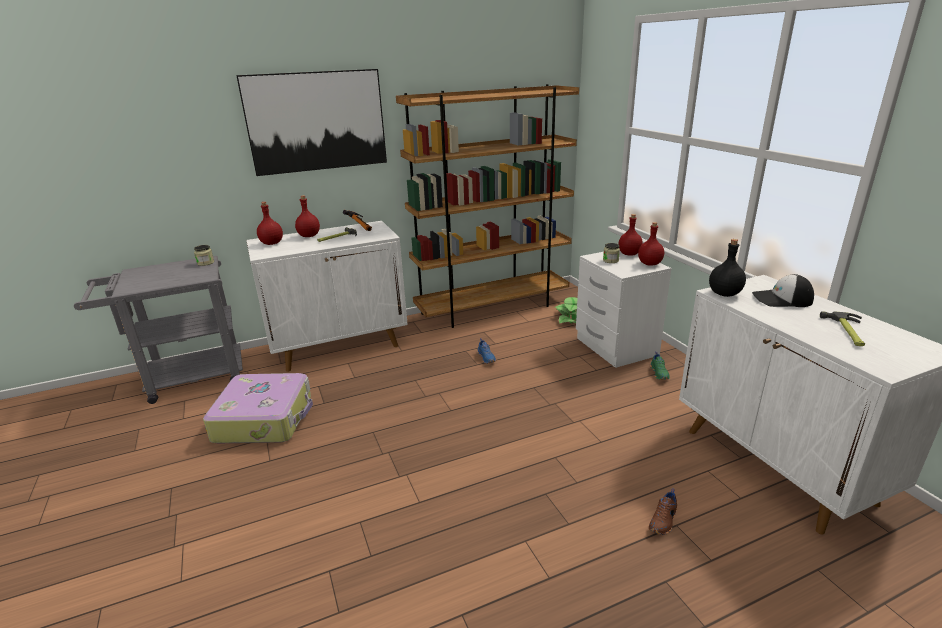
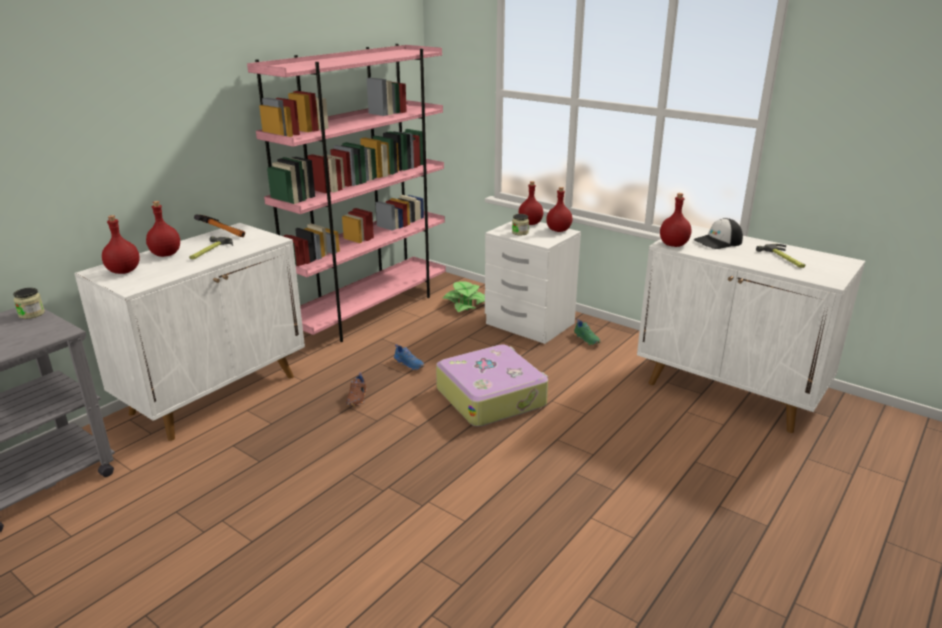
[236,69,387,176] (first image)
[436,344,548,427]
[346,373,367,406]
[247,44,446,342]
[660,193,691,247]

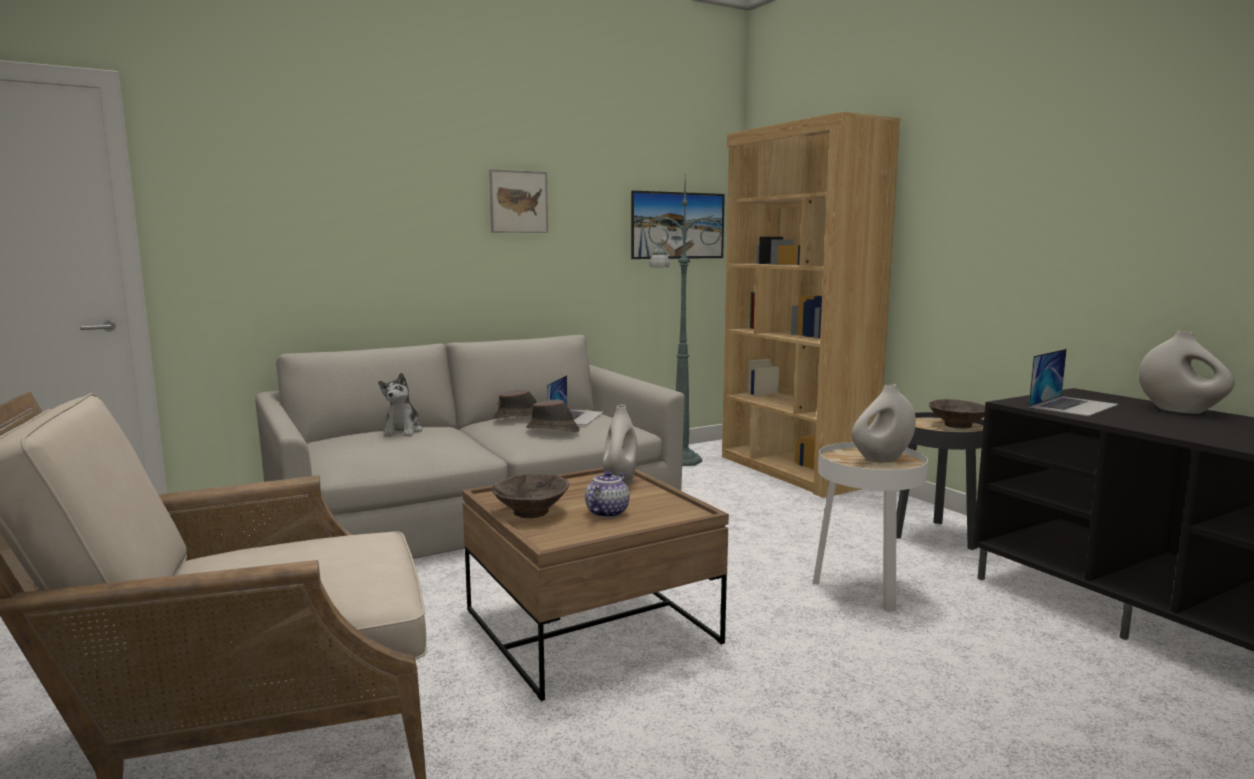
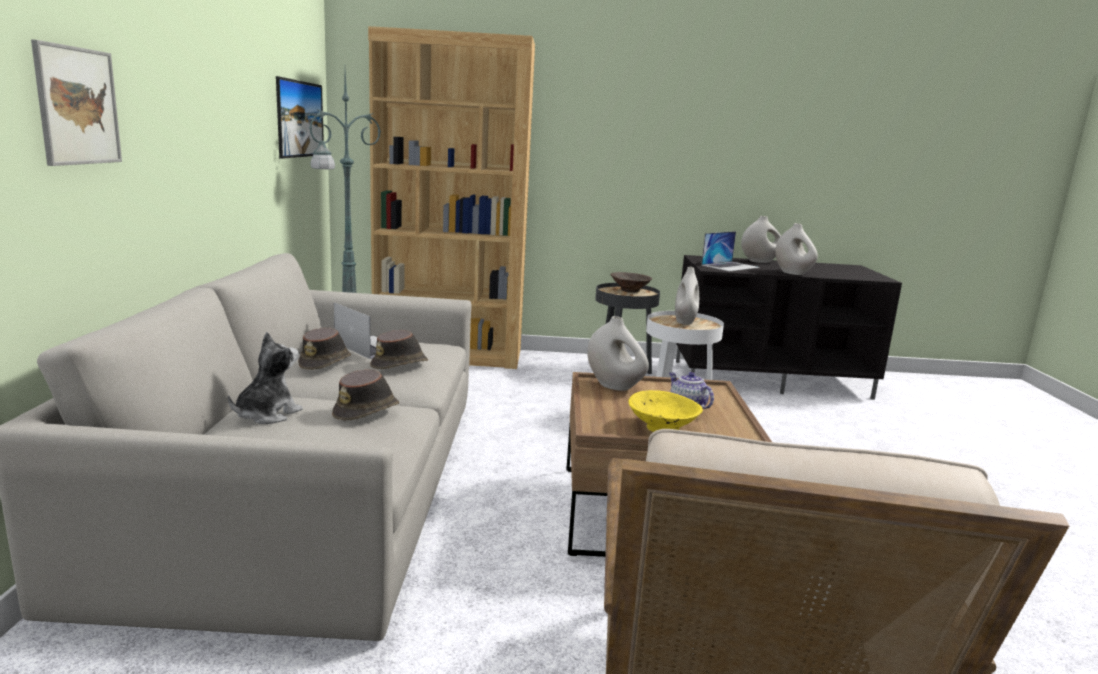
[332,369,399,421]
[775,223,818,275]
[31,39,122,166]
[628,390,703,432]
[228,332,303,424]
[701,231,760,272]

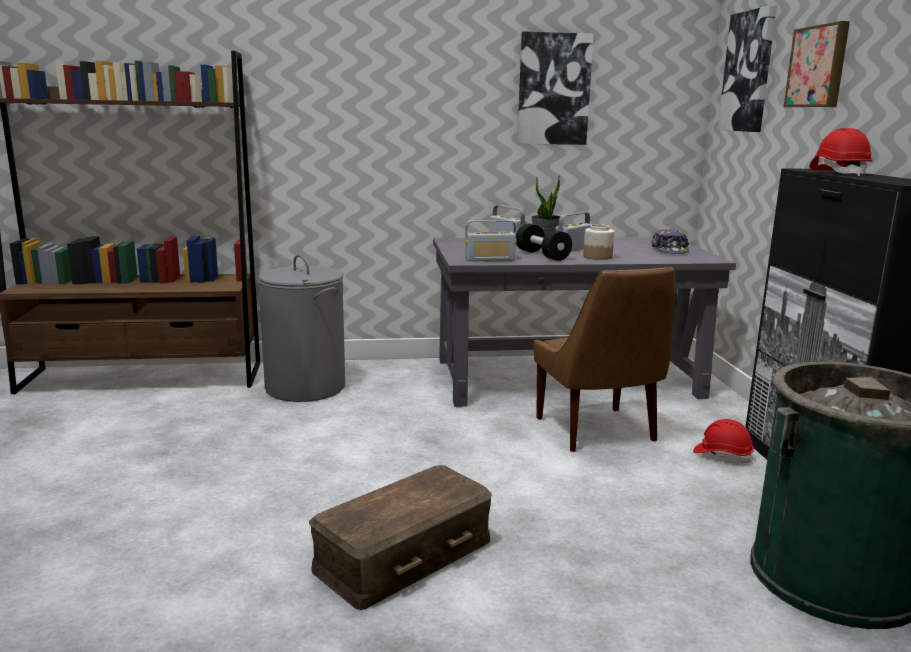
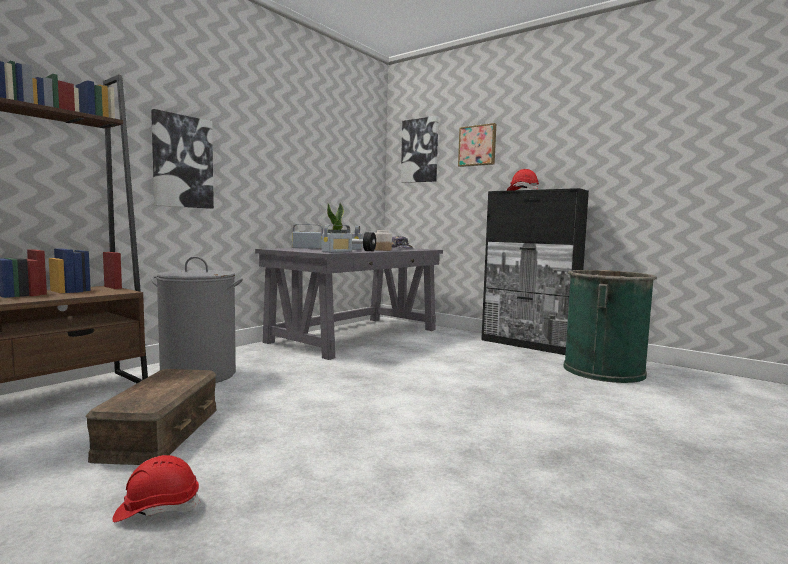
[533,267,674,452] (first image)
[86,369,217,465]
[151,109,214,209]
[112,455,201,522]

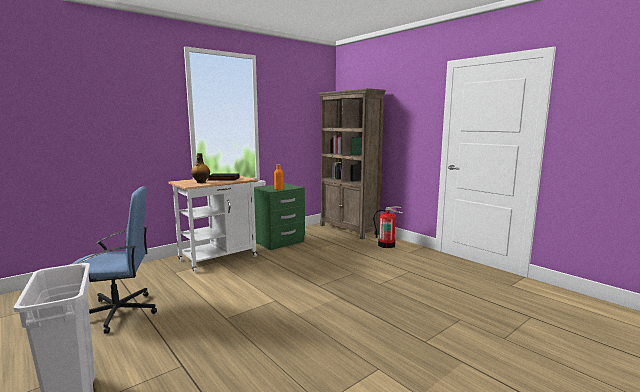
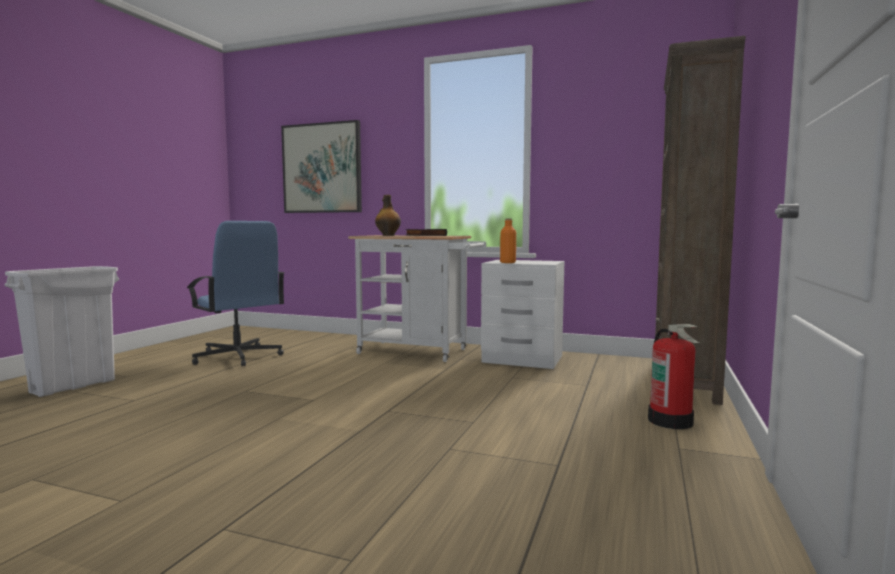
[281,120,362,213]
[481,260,564,369]

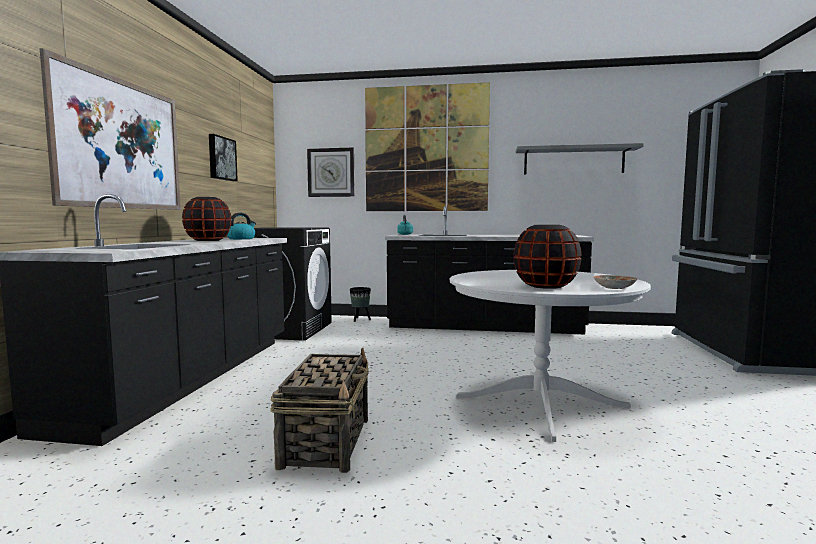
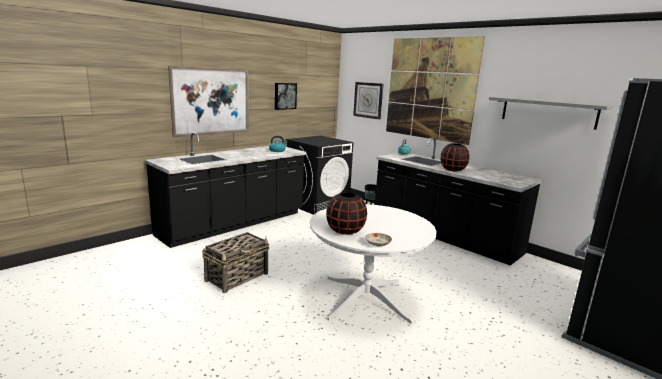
[440,143,469,171]

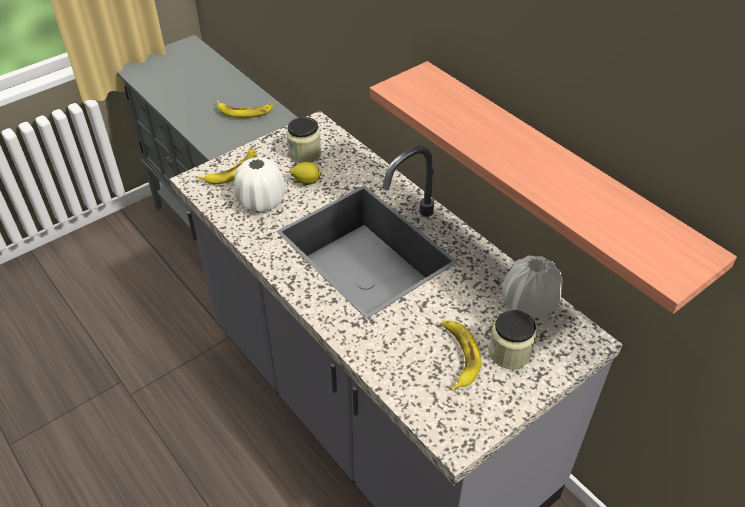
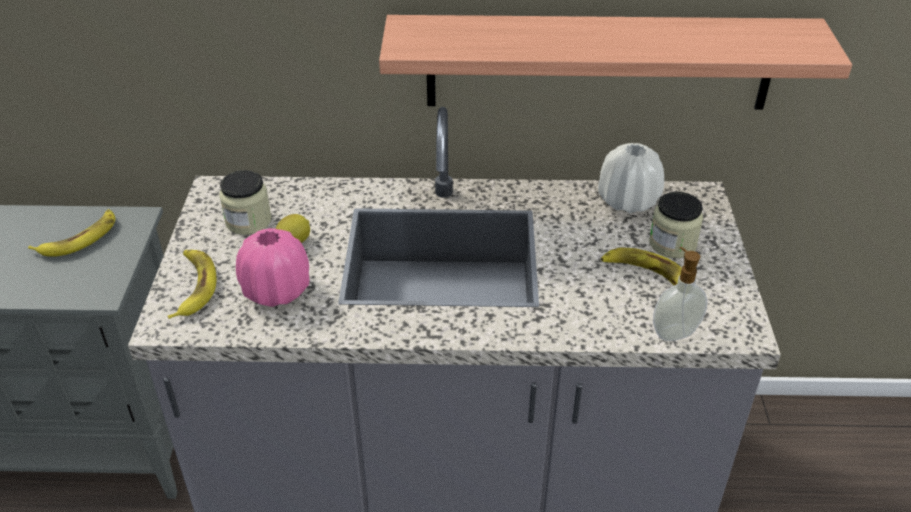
[653,247,708,341]
[236,228,310,307]

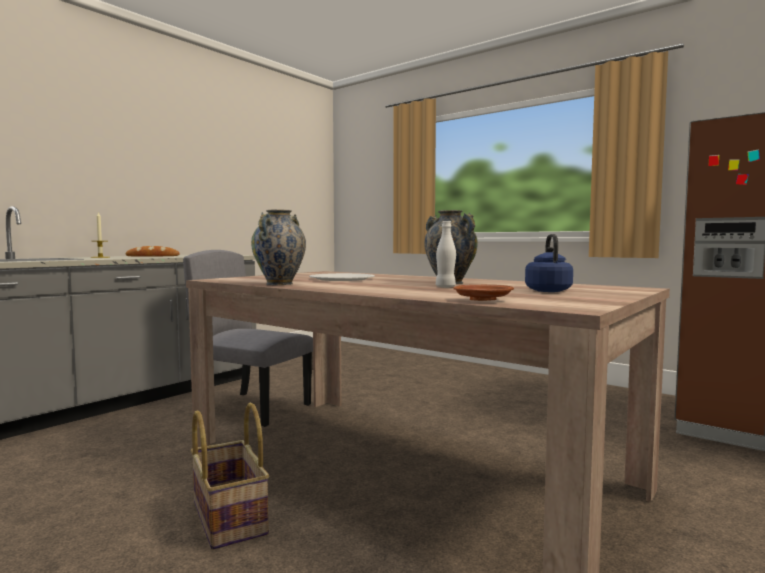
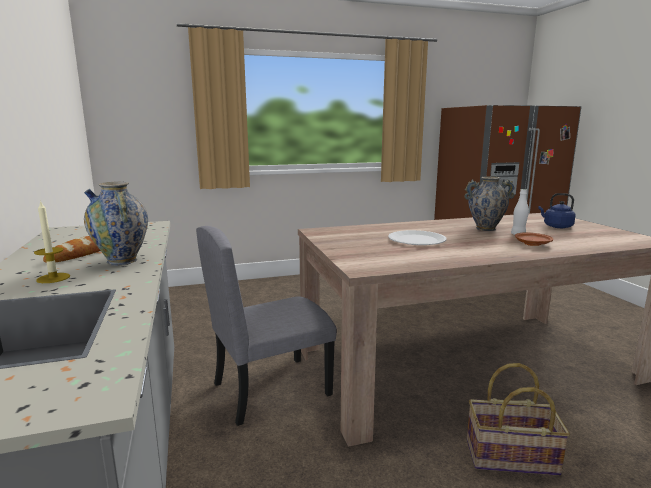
[84,182,148,266]
[515,232,553,246]

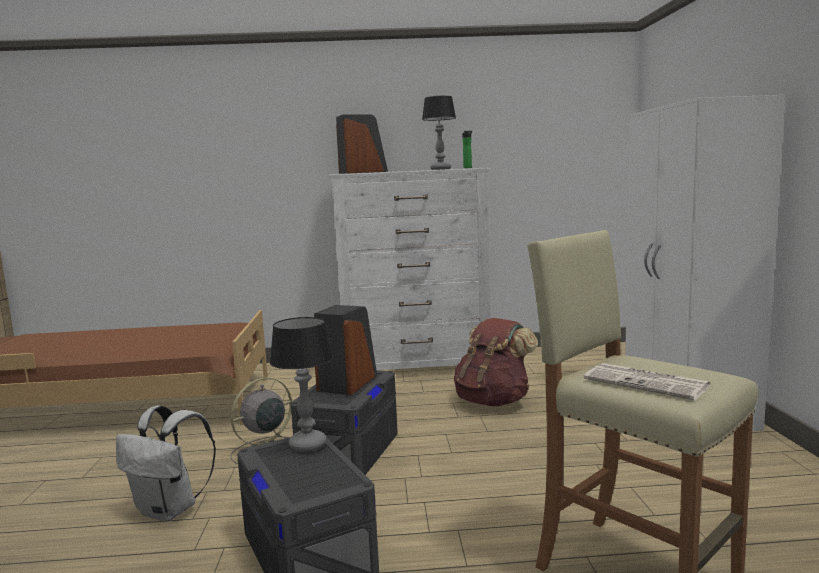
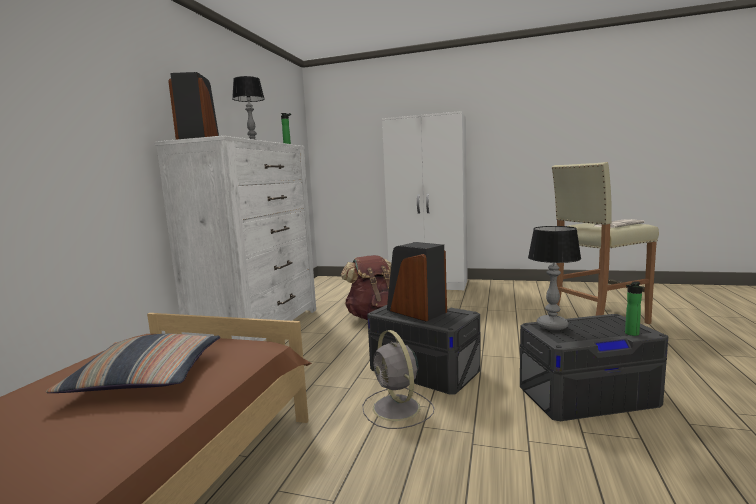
[116,406,216,521] (first image)
[46,334,220,393]
[625,281,642,336]

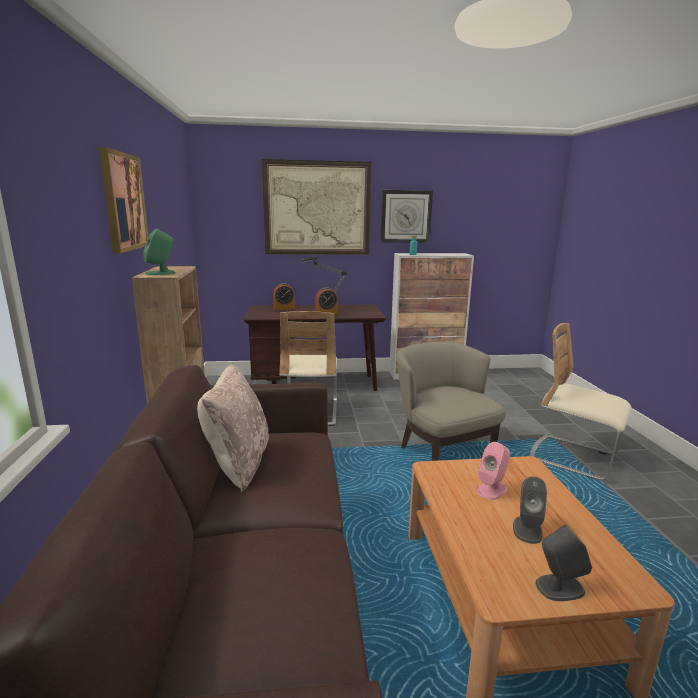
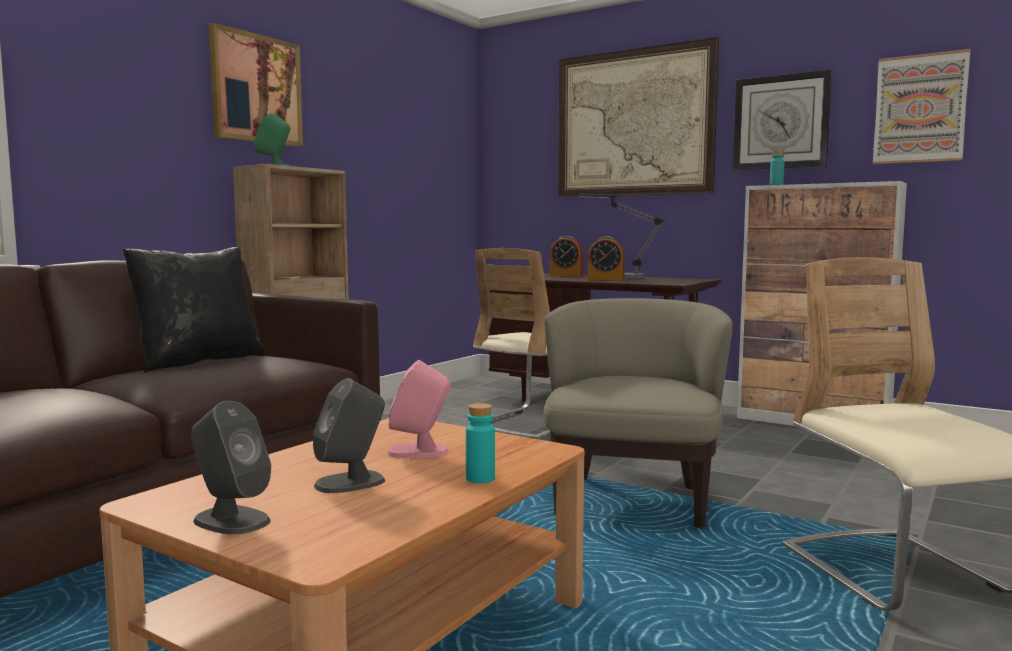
[466,403,495,483]
[873,49,970,164]
[123,247,265,372]

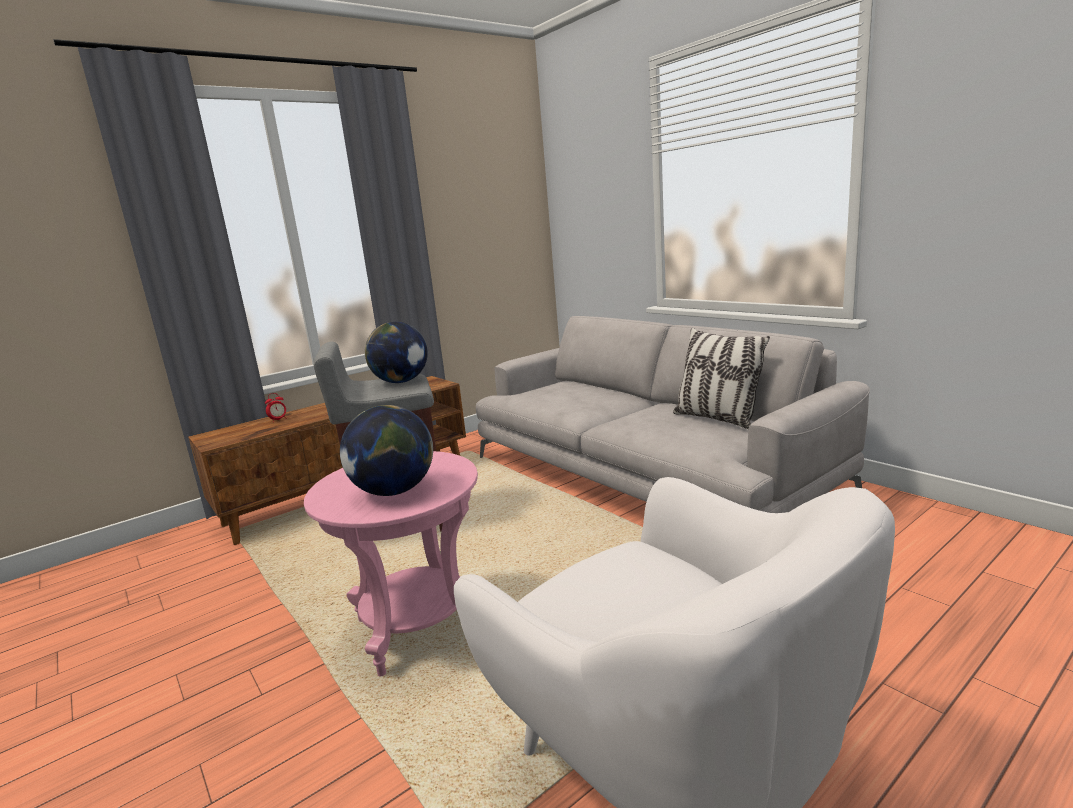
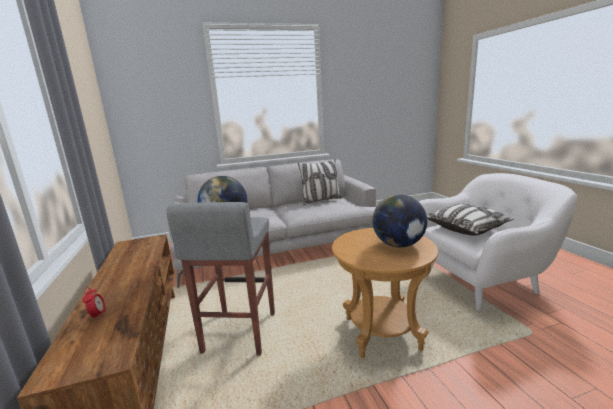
[427,203,514,236]
[332,228,438,358]

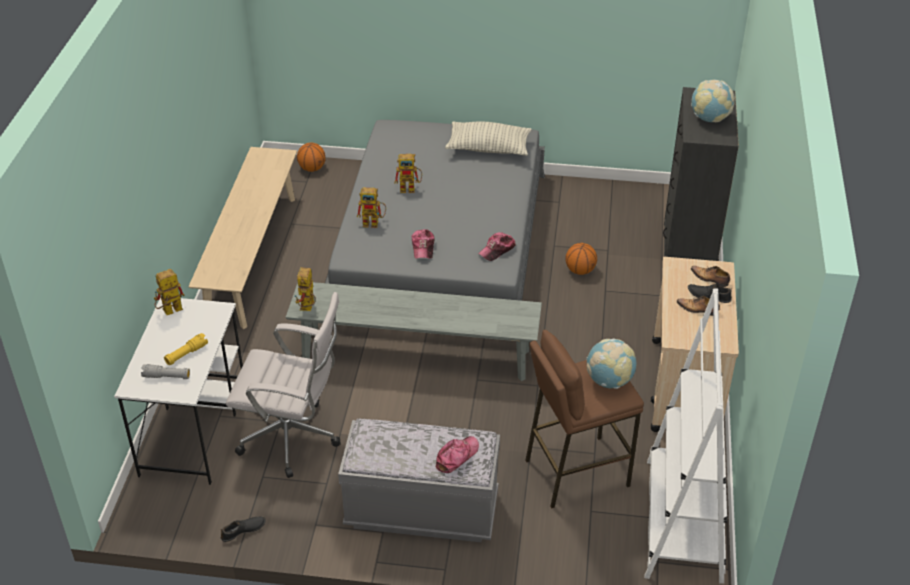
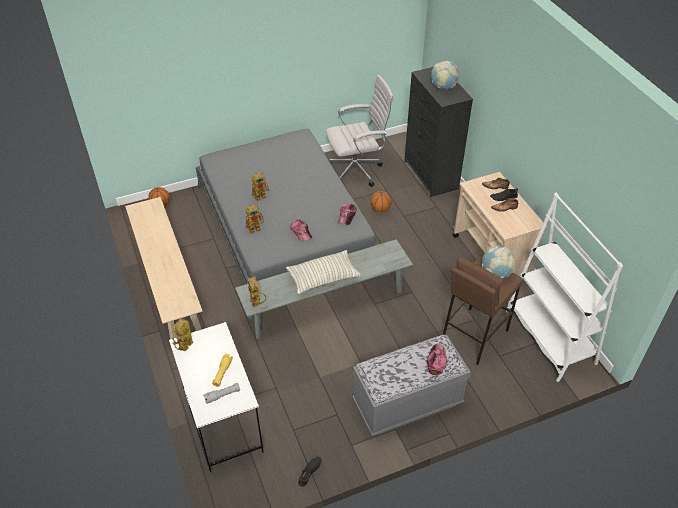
[325,75,394,187]
[286,250,361,294]

